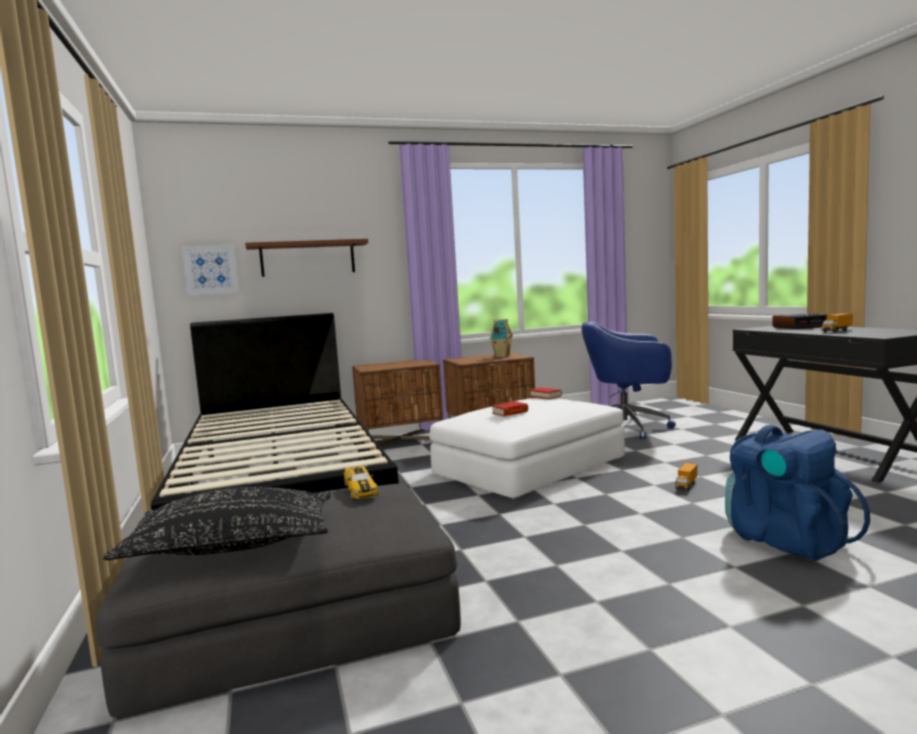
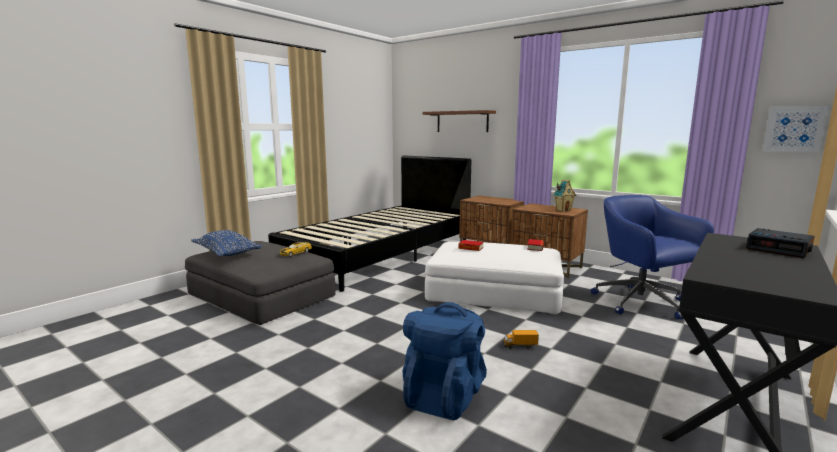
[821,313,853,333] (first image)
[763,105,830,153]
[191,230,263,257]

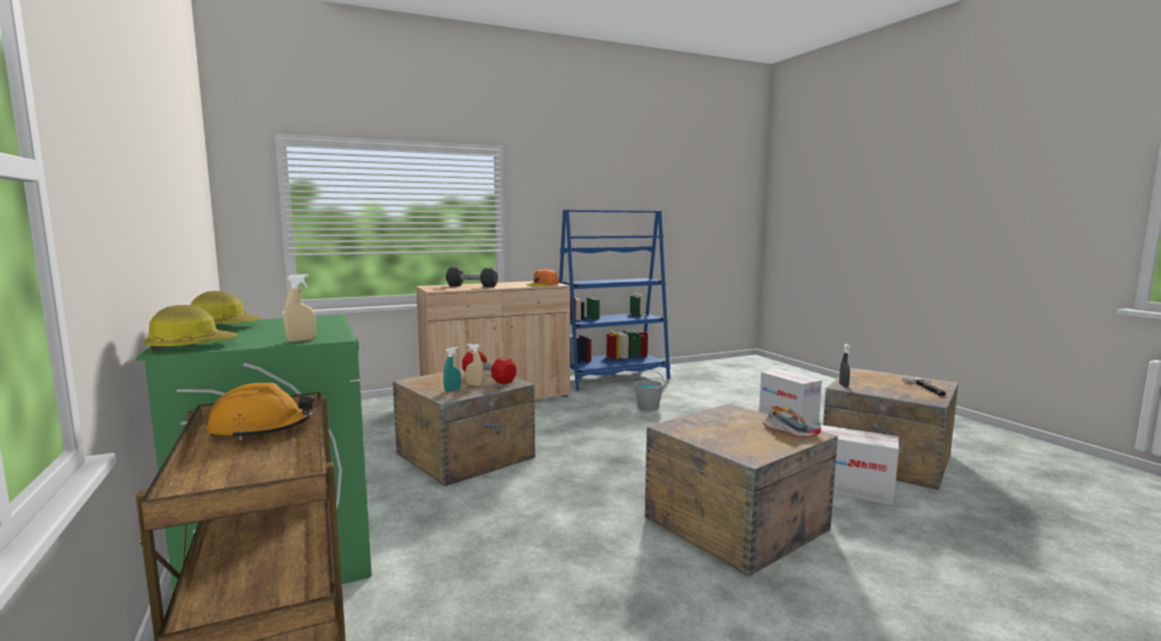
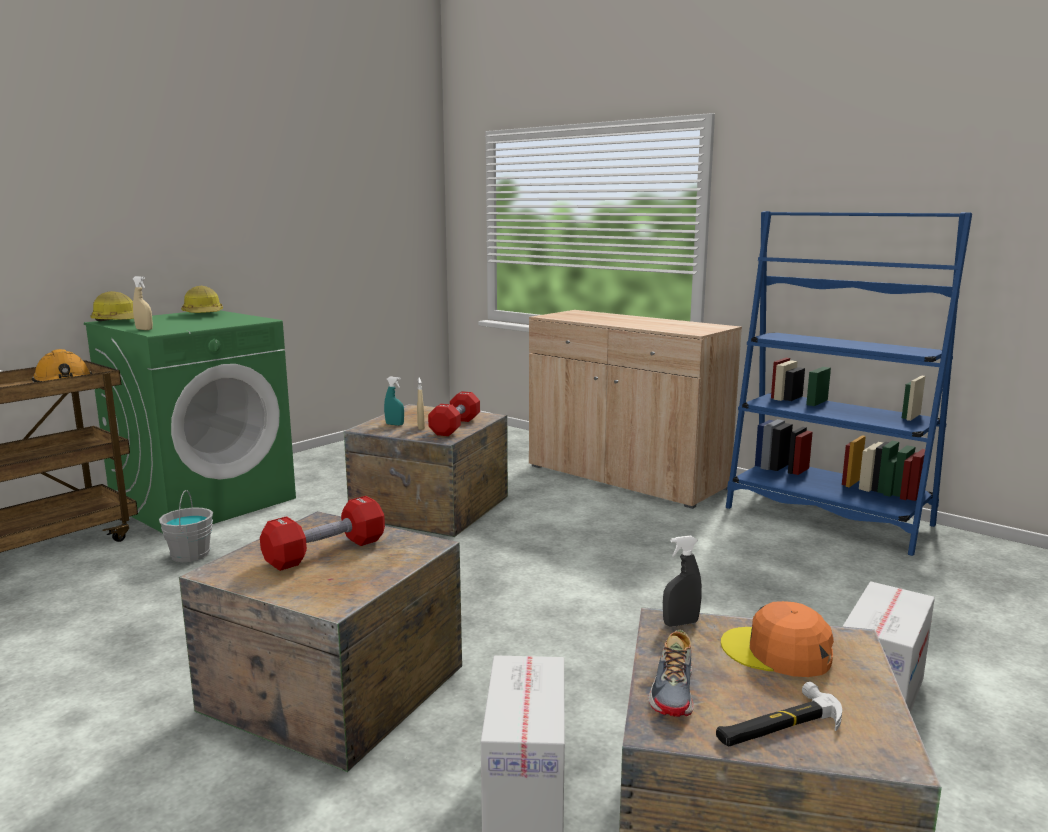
[446,267,498,287] (first image)
[260,496,385,571]
[721,601,834,677]
[159,490,213,562]
[648,630,694,717]

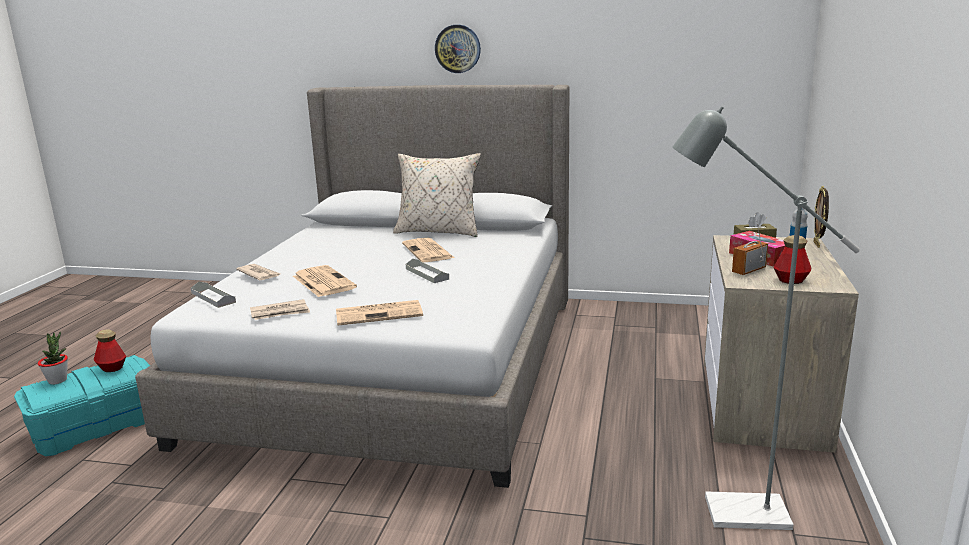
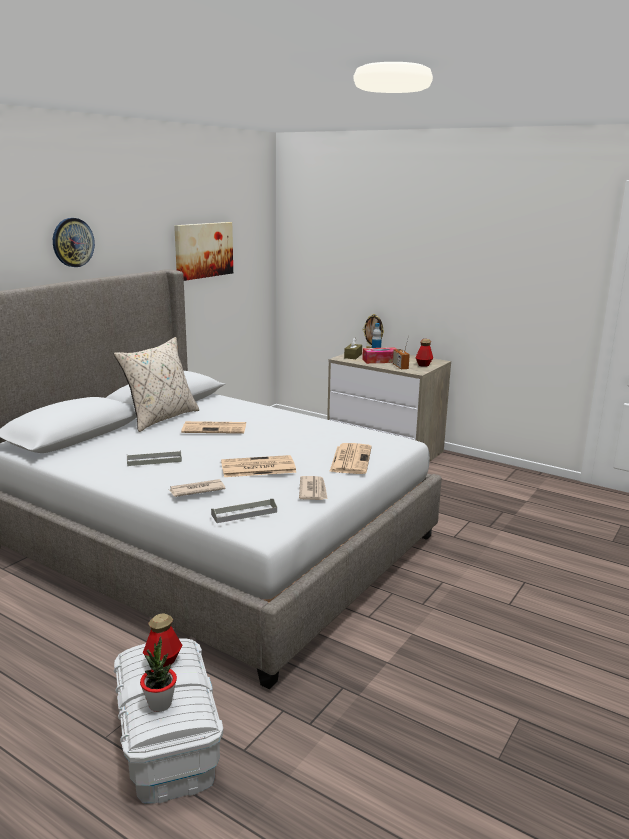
[672,106,860,530] (first image)
[174,222,233,281]
[127,450,182,466]
[114,638,223,803]

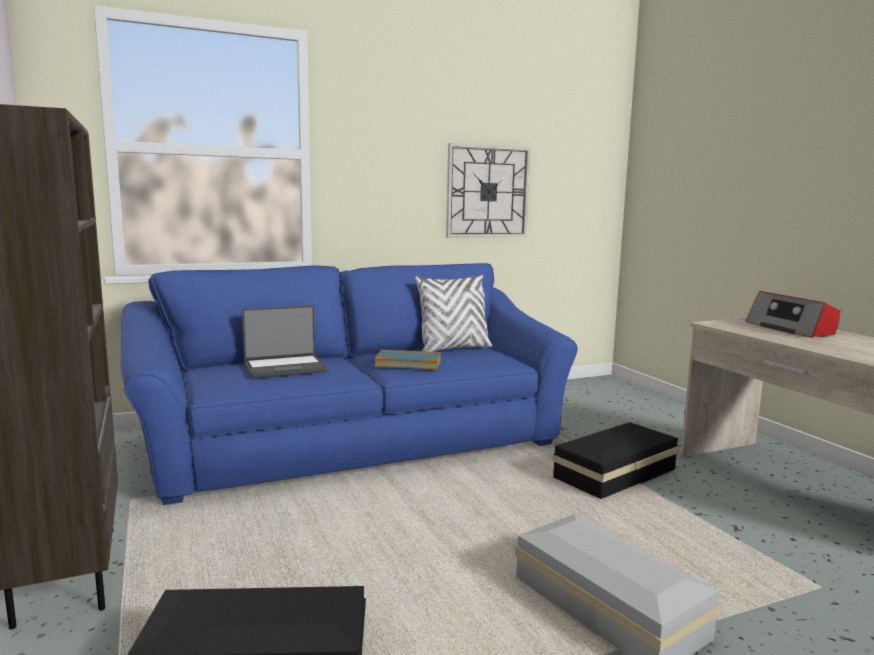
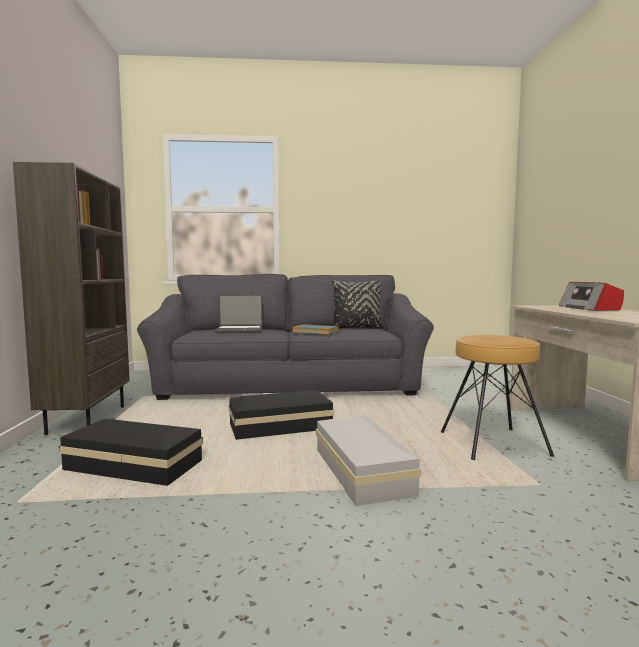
[446,143,531,238] (first image)
[441,335,554,460]
[229,390,334,440]
[137,274,434,400]
[332,280,383,329]

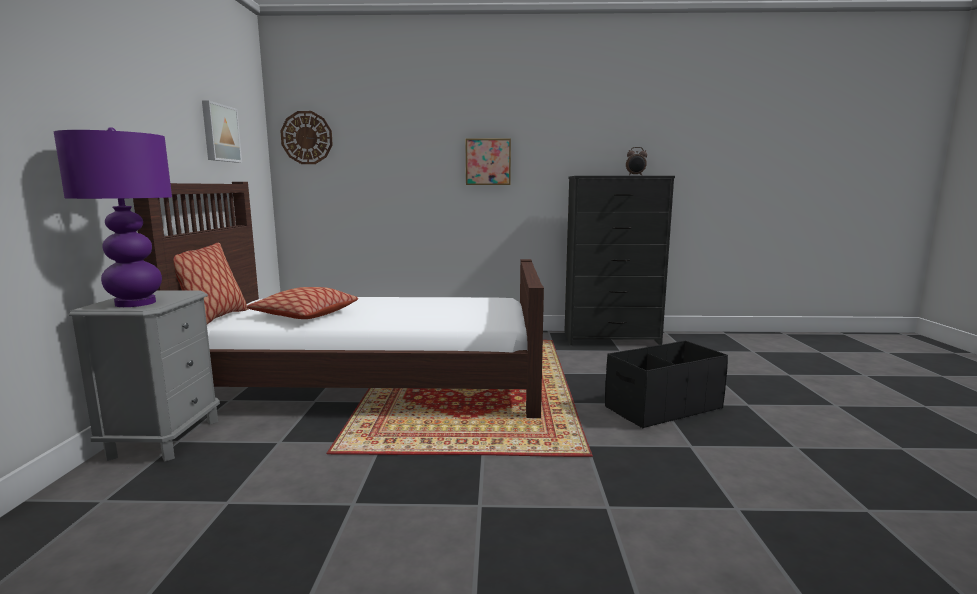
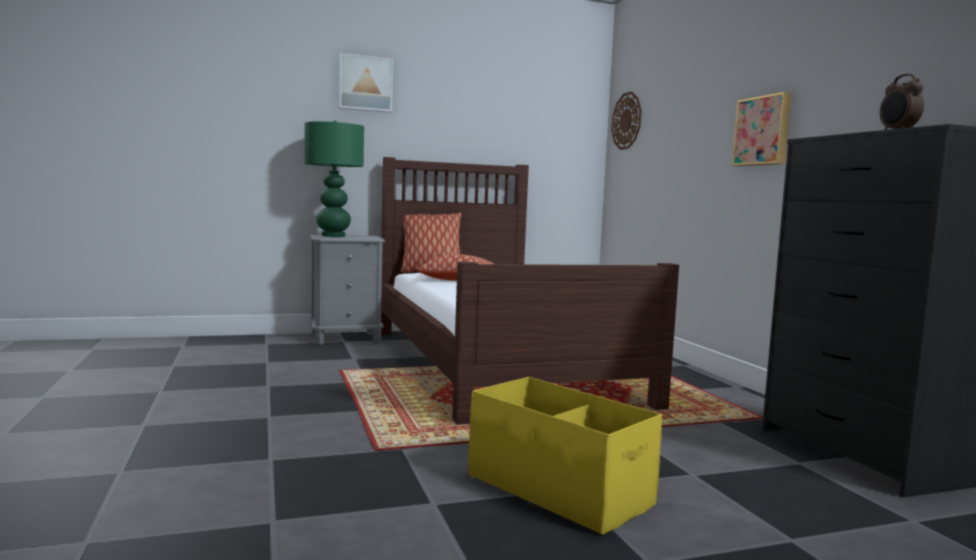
[339,53,393,112]
[304,120,364,237]
[469,377,662,535]

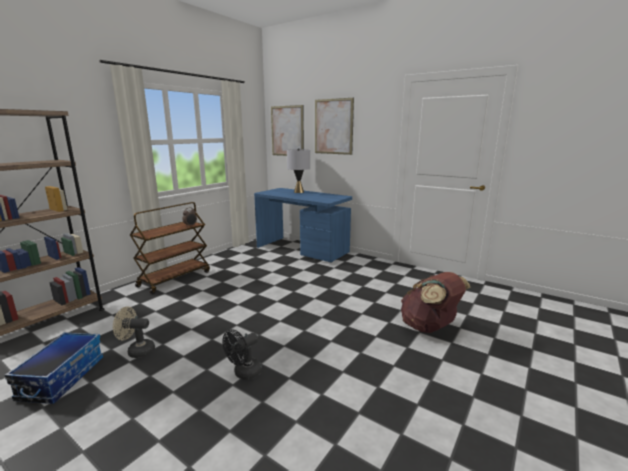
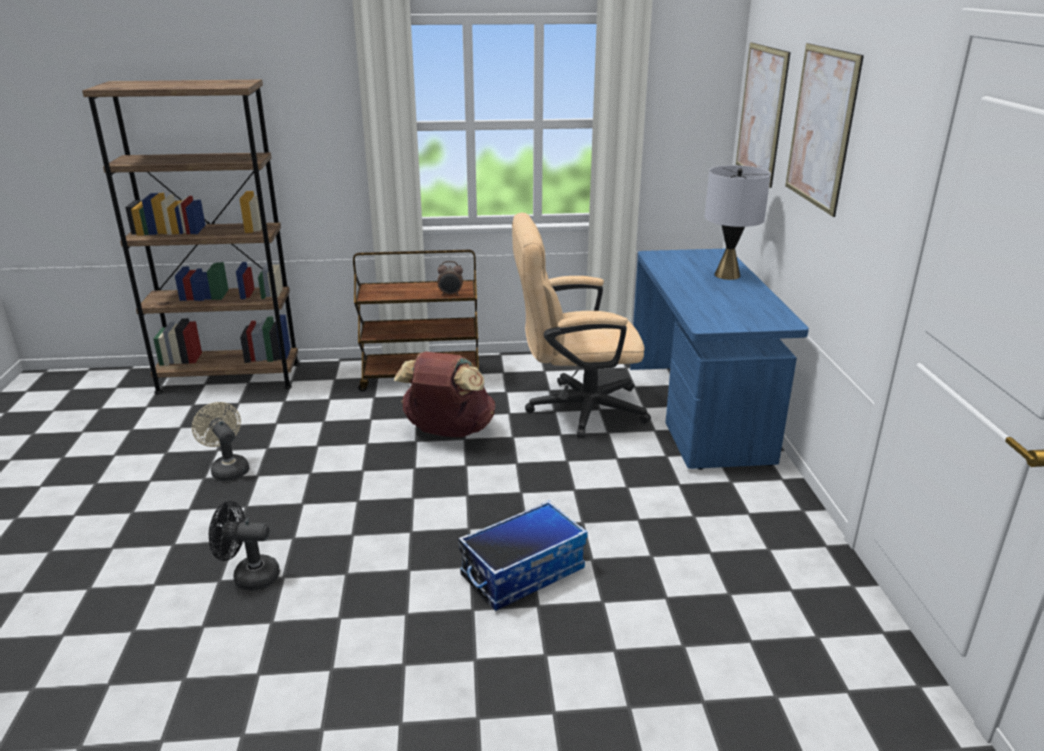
[512,212,651,438]
[458,500,587,611]
[394,352,495,437]

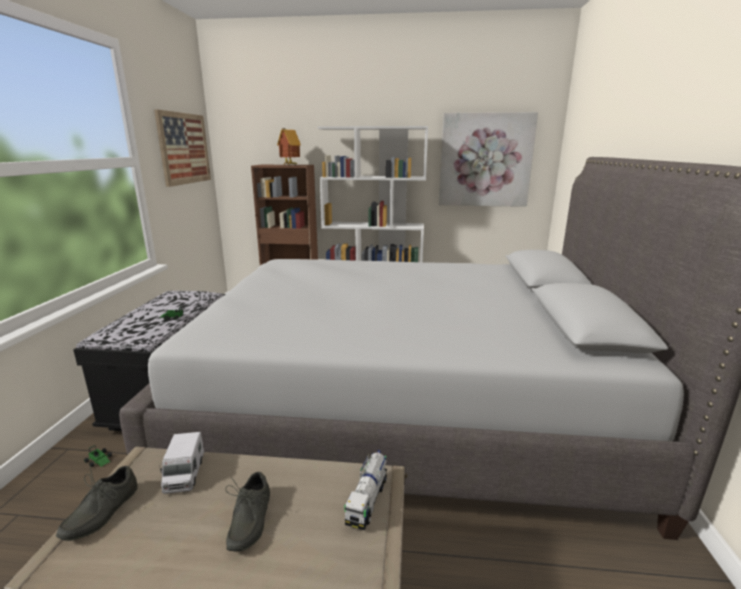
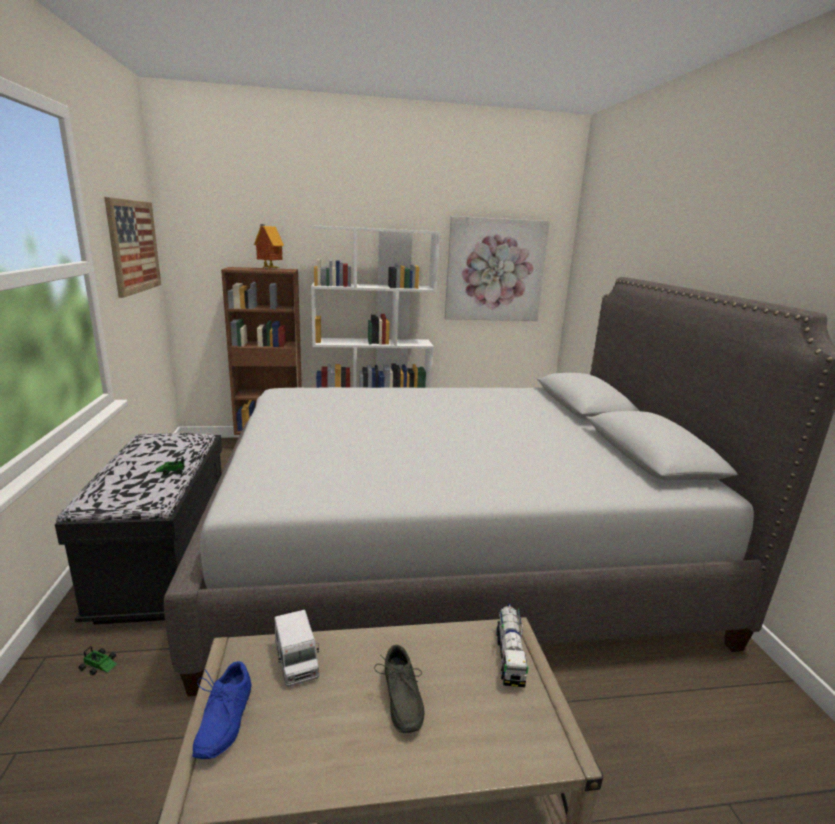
[192,661,252,759]

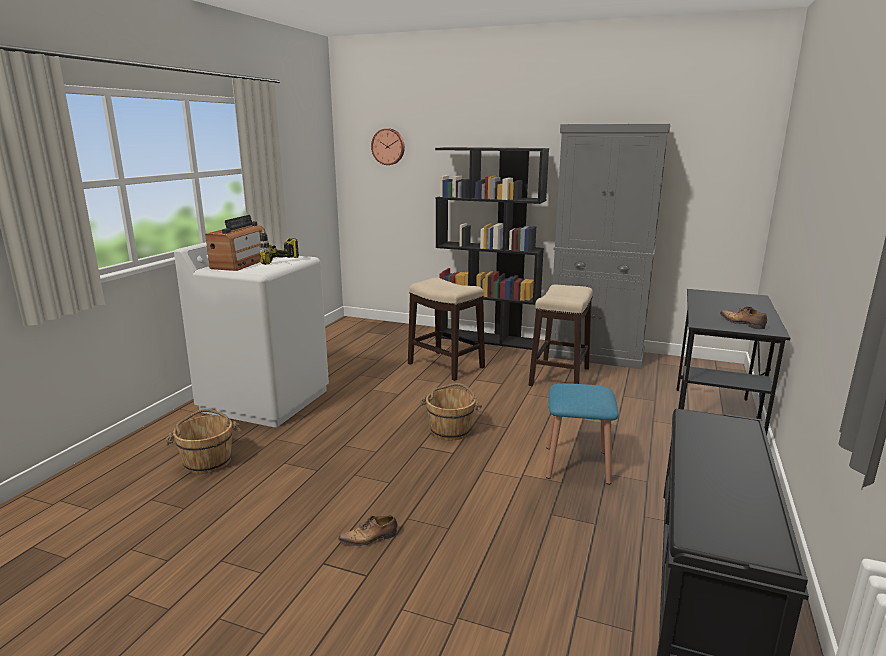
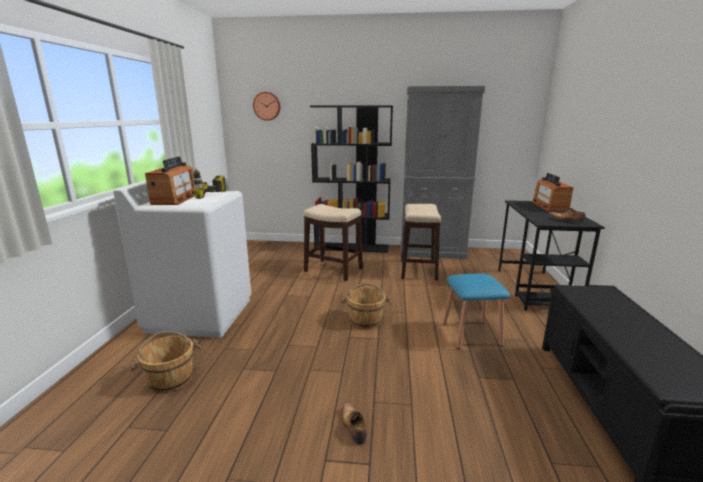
[532,173,574,212]
[342,403,367,445]

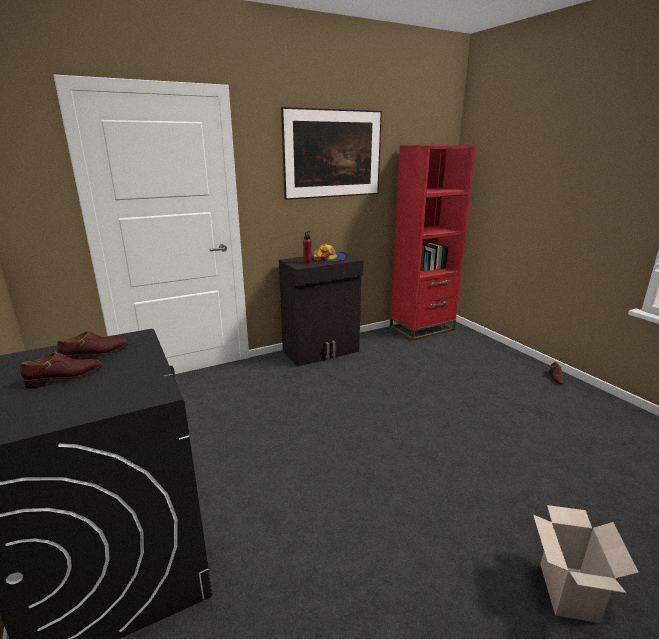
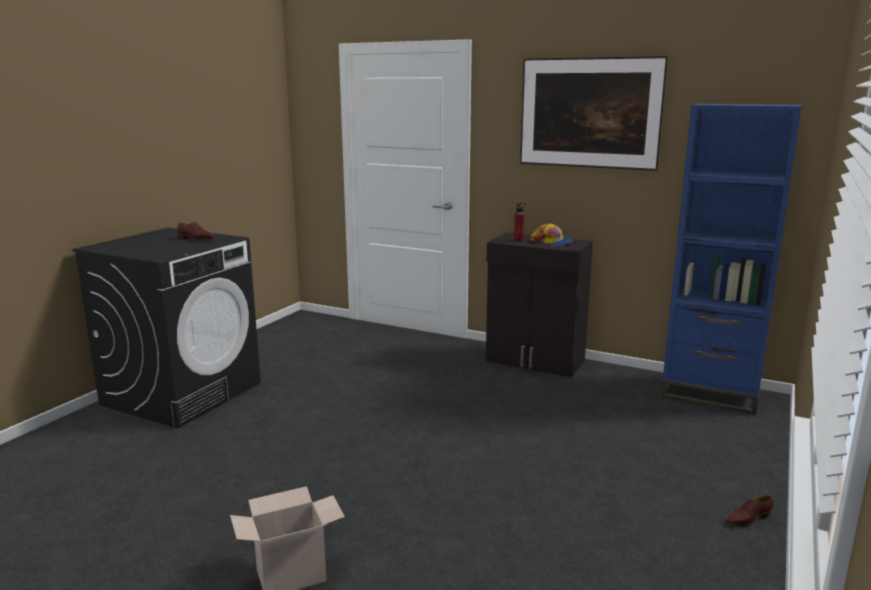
[20,352,102,389] (first image)
[661,104,802,414]

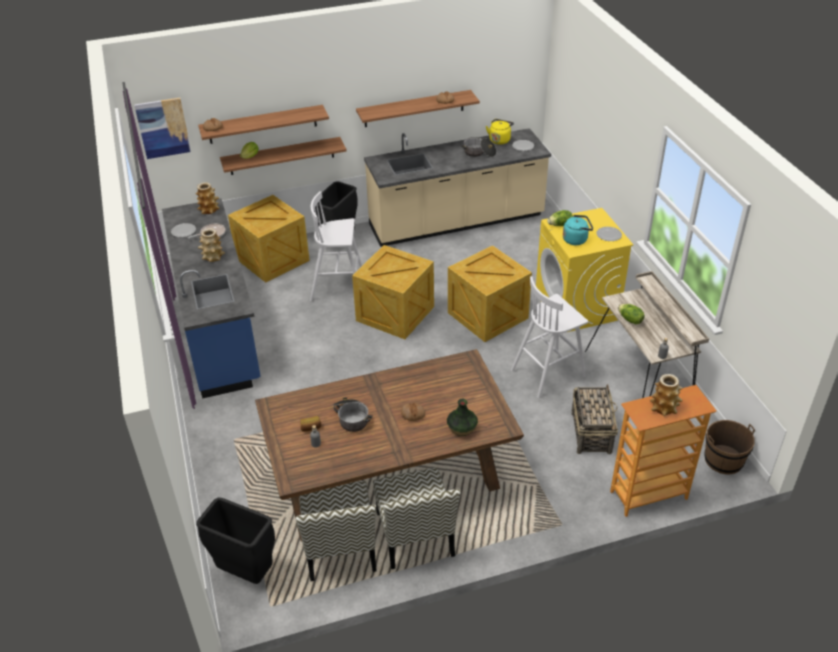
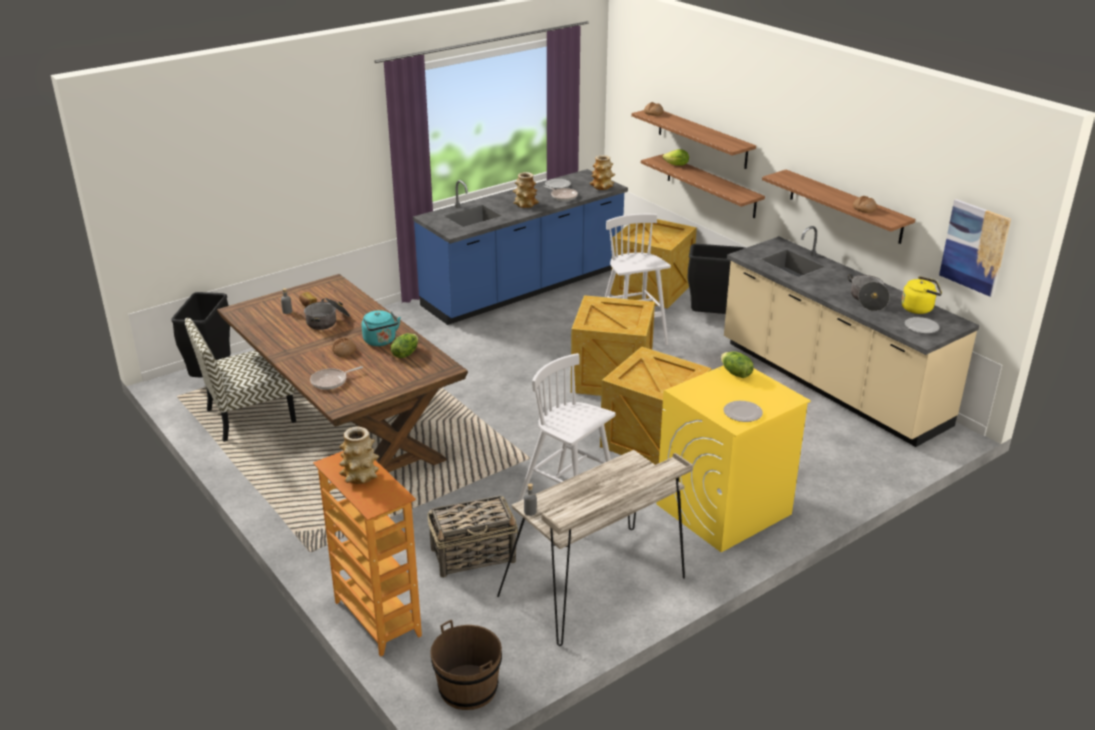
[373,468,461,569] (first image)
[939,199,1011,297]
[362,310,401,346]
[391,333,418,358]
[310,366,363,390]

